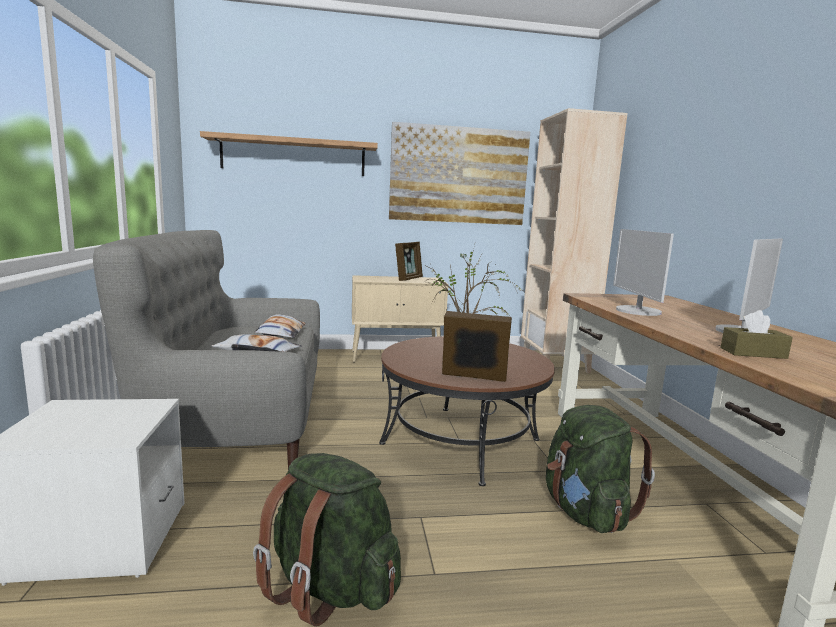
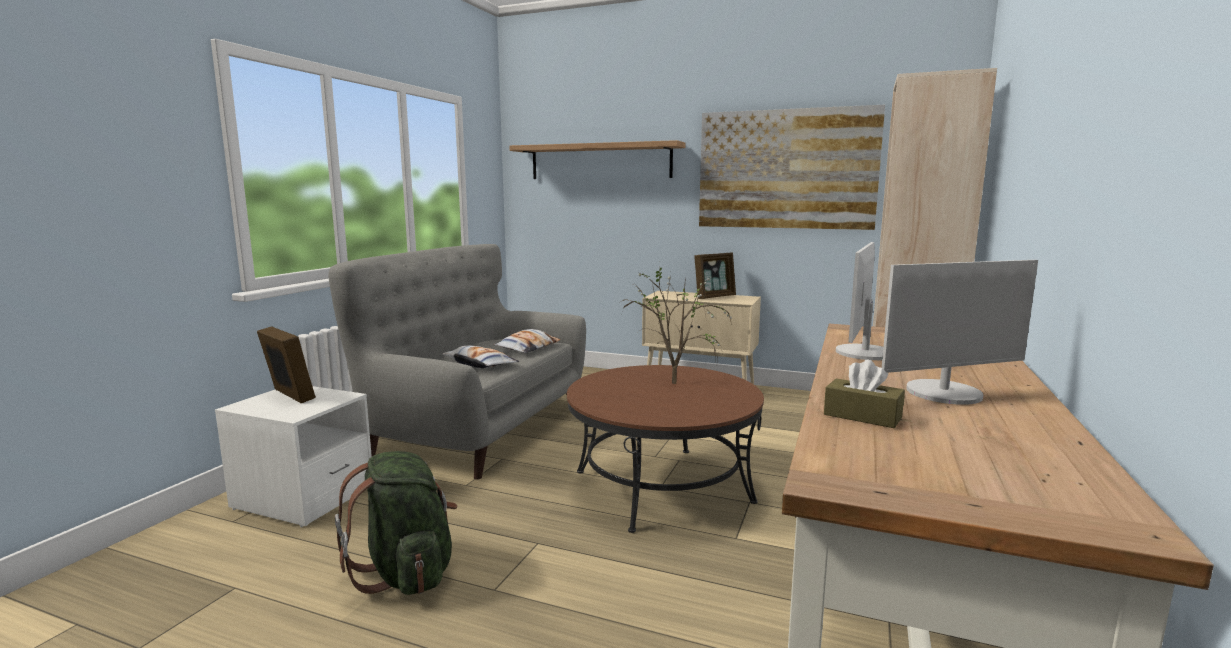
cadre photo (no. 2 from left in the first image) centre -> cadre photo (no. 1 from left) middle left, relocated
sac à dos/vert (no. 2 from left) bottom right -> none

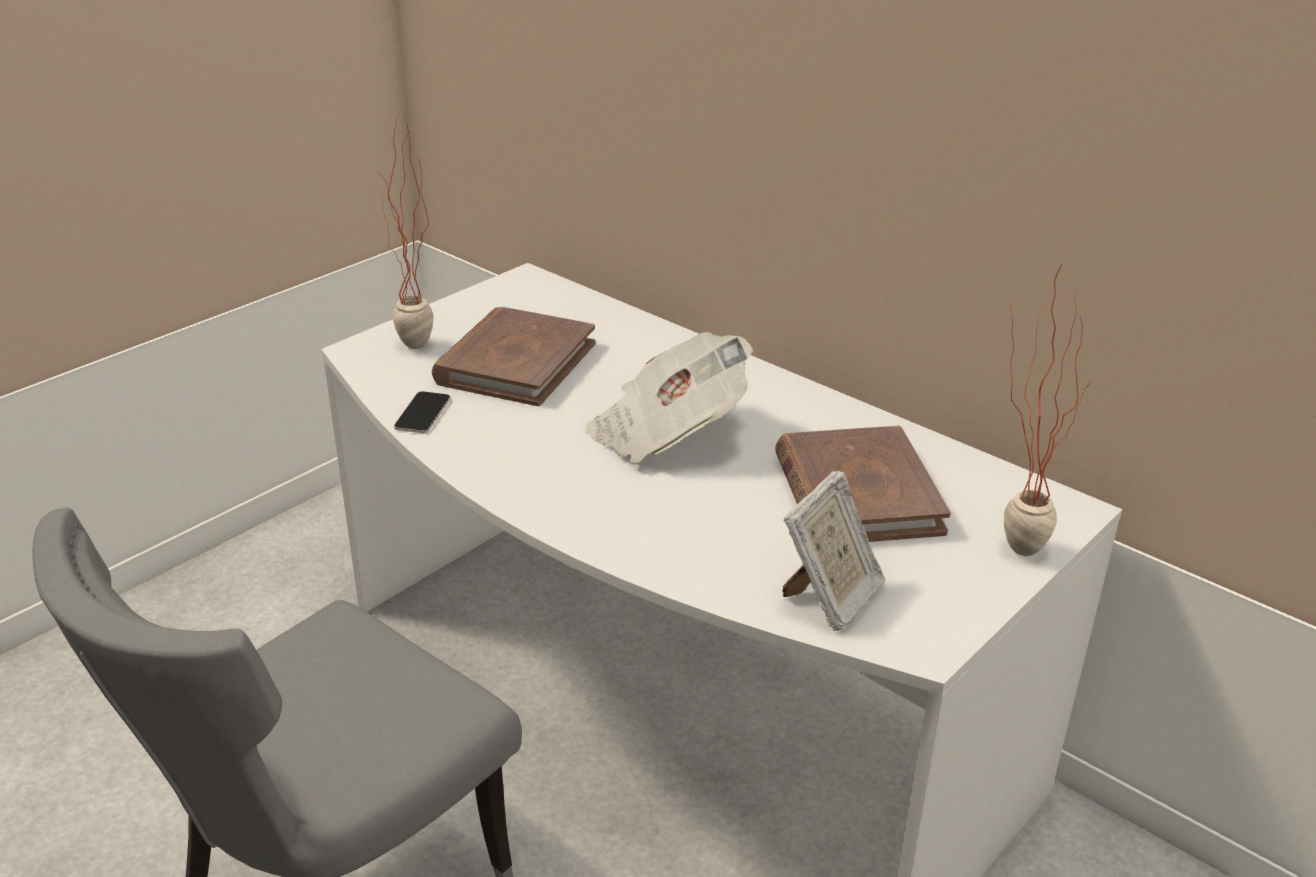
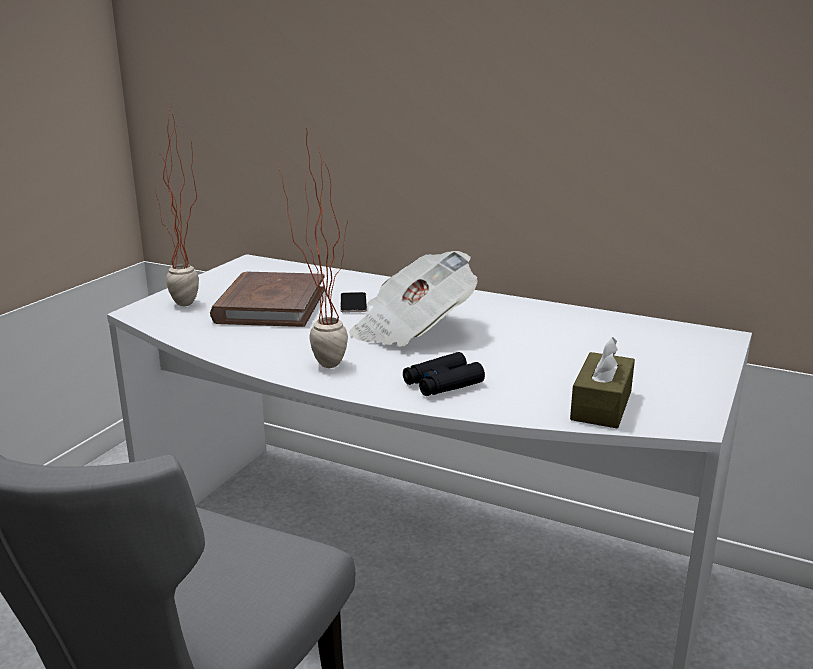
plante en pot (no. 2 from left) middle right -> plante en pot (no. 2 from left) centre, relocated
téléphone middle left -> téléphone centre, relocated
livre/marron (no. 2 from left) centre -> none
cadre photo centre -> boîte à mouchoirs/marron middle right
none -> jumelles/noir centre

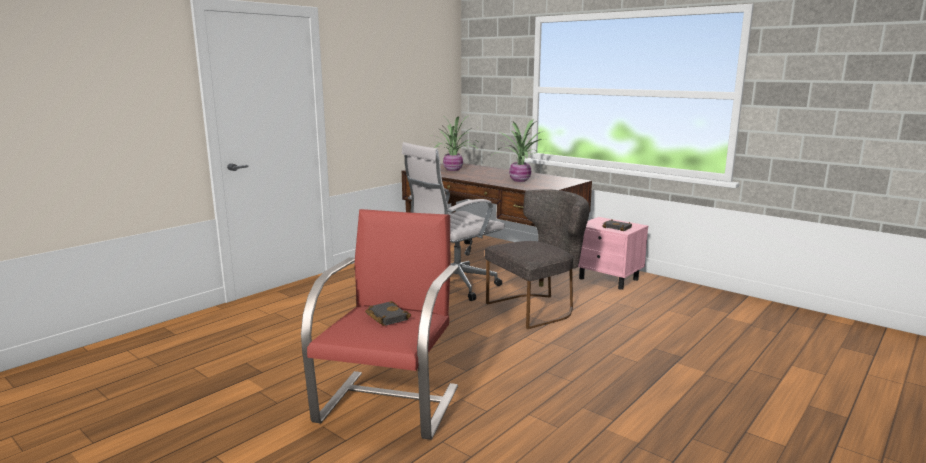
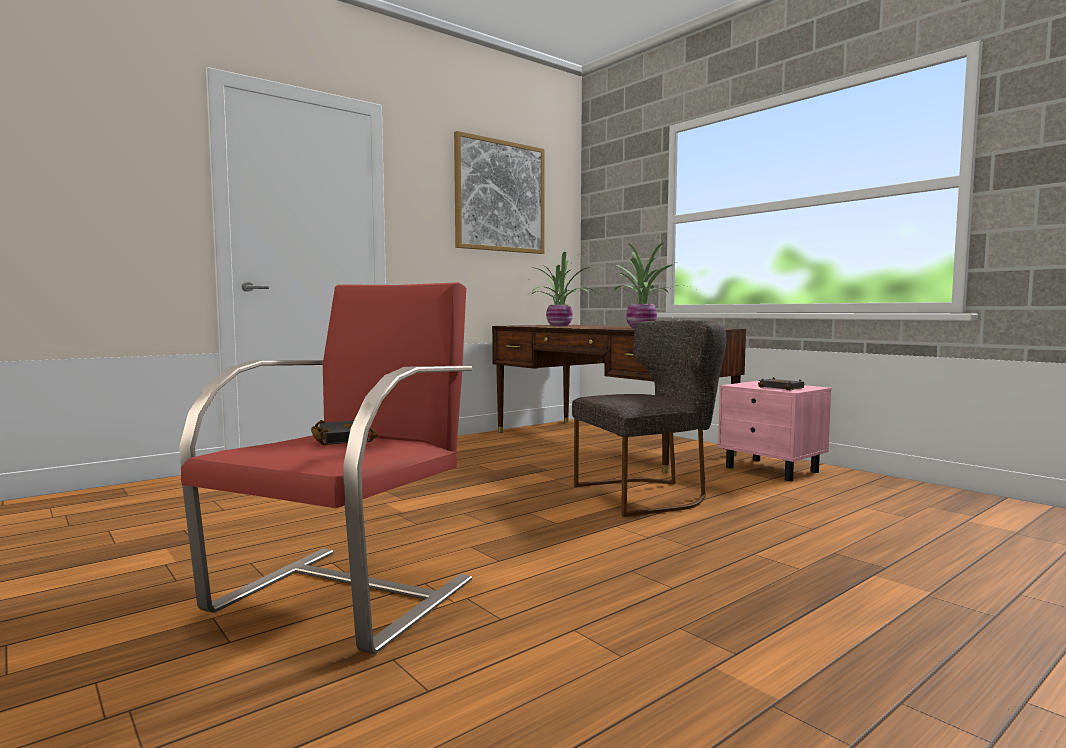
chaise de bureau/blanc centre -> none
none -> tableau top centre

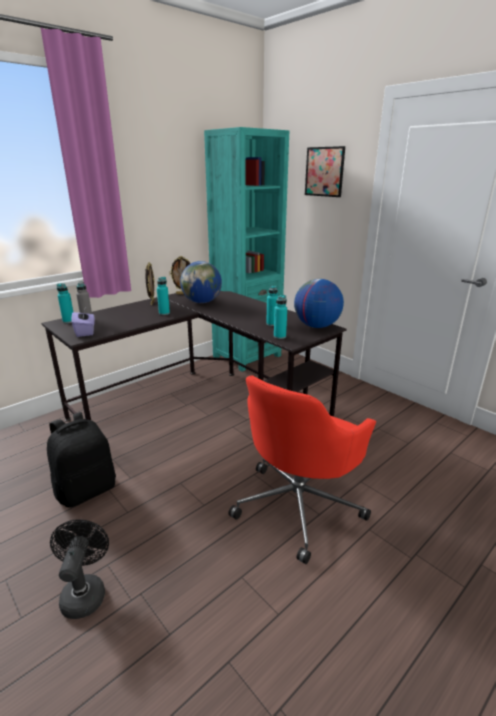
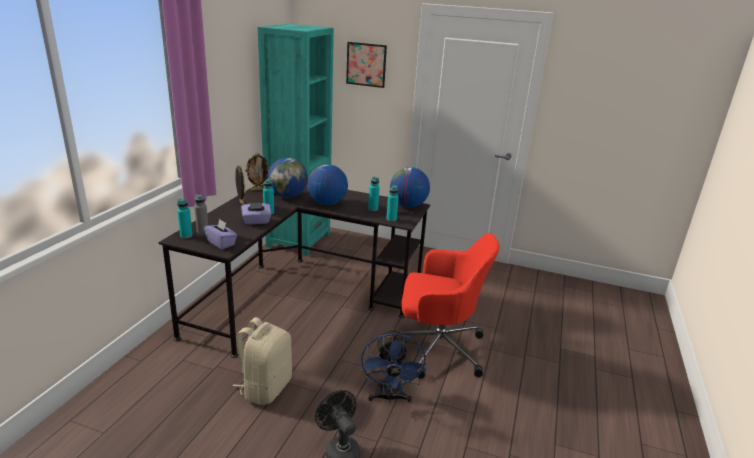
chaise de bureau/rouge centre -> chaise de bureau/rouge bottom centre, 90 degrees counterclockwise
sac à dos/noir middle left -> sac à dos/beige bottom centre
none -> globe (no. 2 from left) centre
none -> boîte à mouchoirs/violet (no. 2 from left) centre
none -> ventilateur/bleu bottom centre

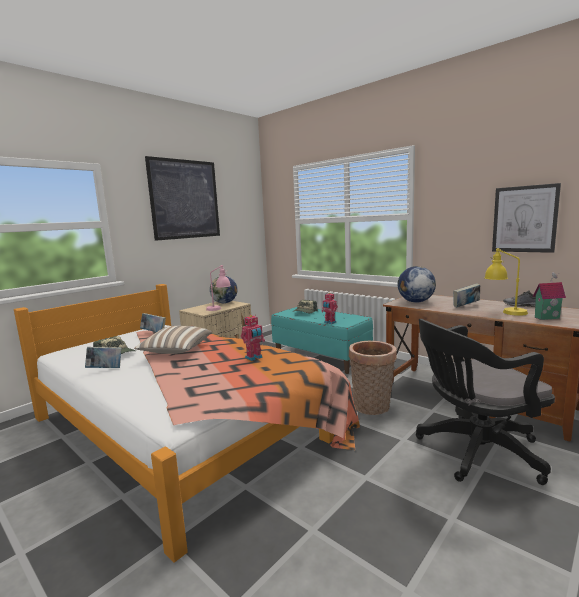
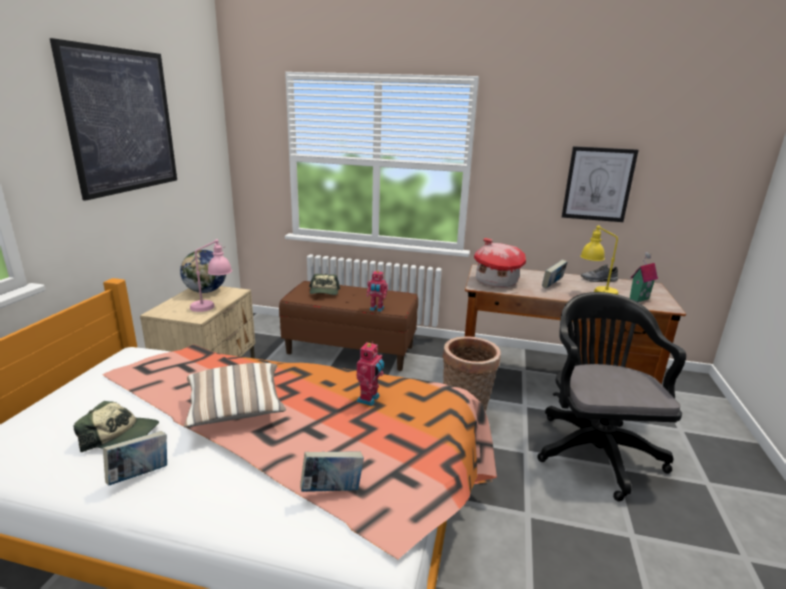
globe (no. 2 from left) middle right -> maison miniature (no. 1 from left) centre
banc/turquoise centre -> banc/marron centre
livre (no. 2 from left) middle left -> livre (no. 2 from left) bottom centre, relocated
chaise de bureau/noir bottom right, 135 degrees clockwise

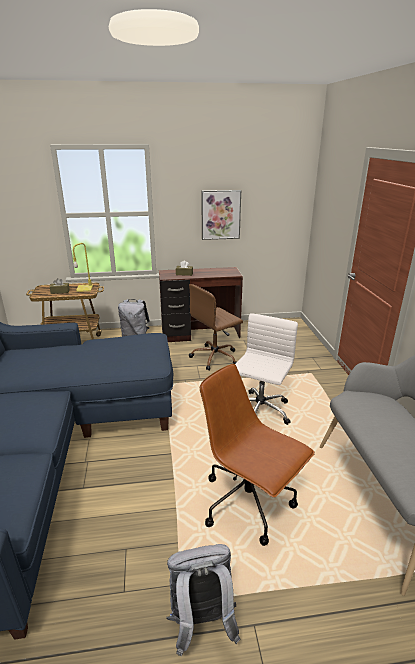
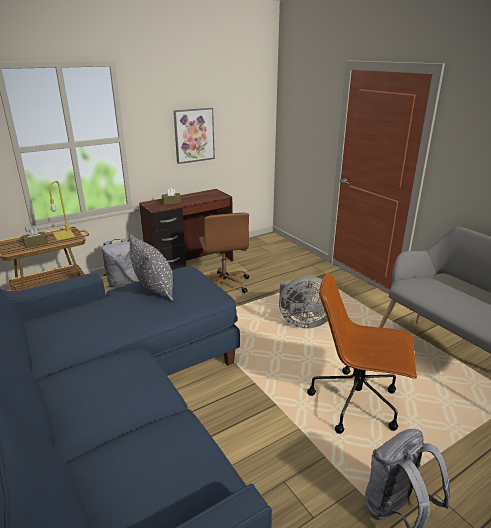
chaise de bureau/marron (no. 1 from left) centre, 45 degrees counterclockwise
chaise de bureau/blanc centre -> ventilateur/gris centre
none -> coussin/gris middle left

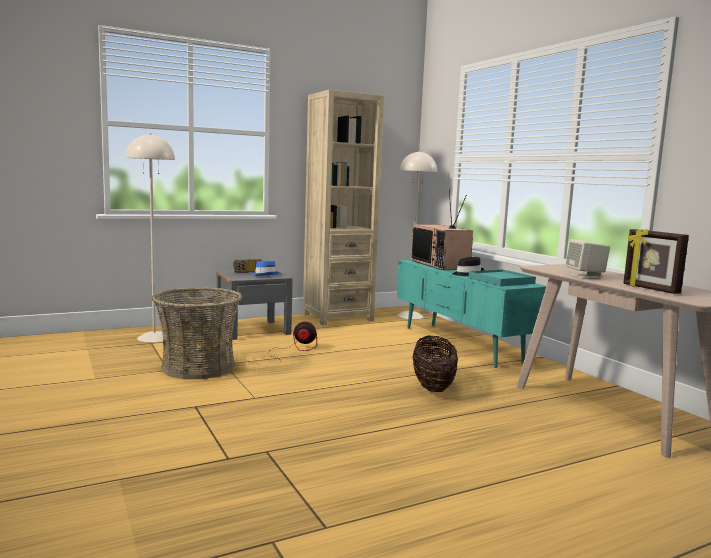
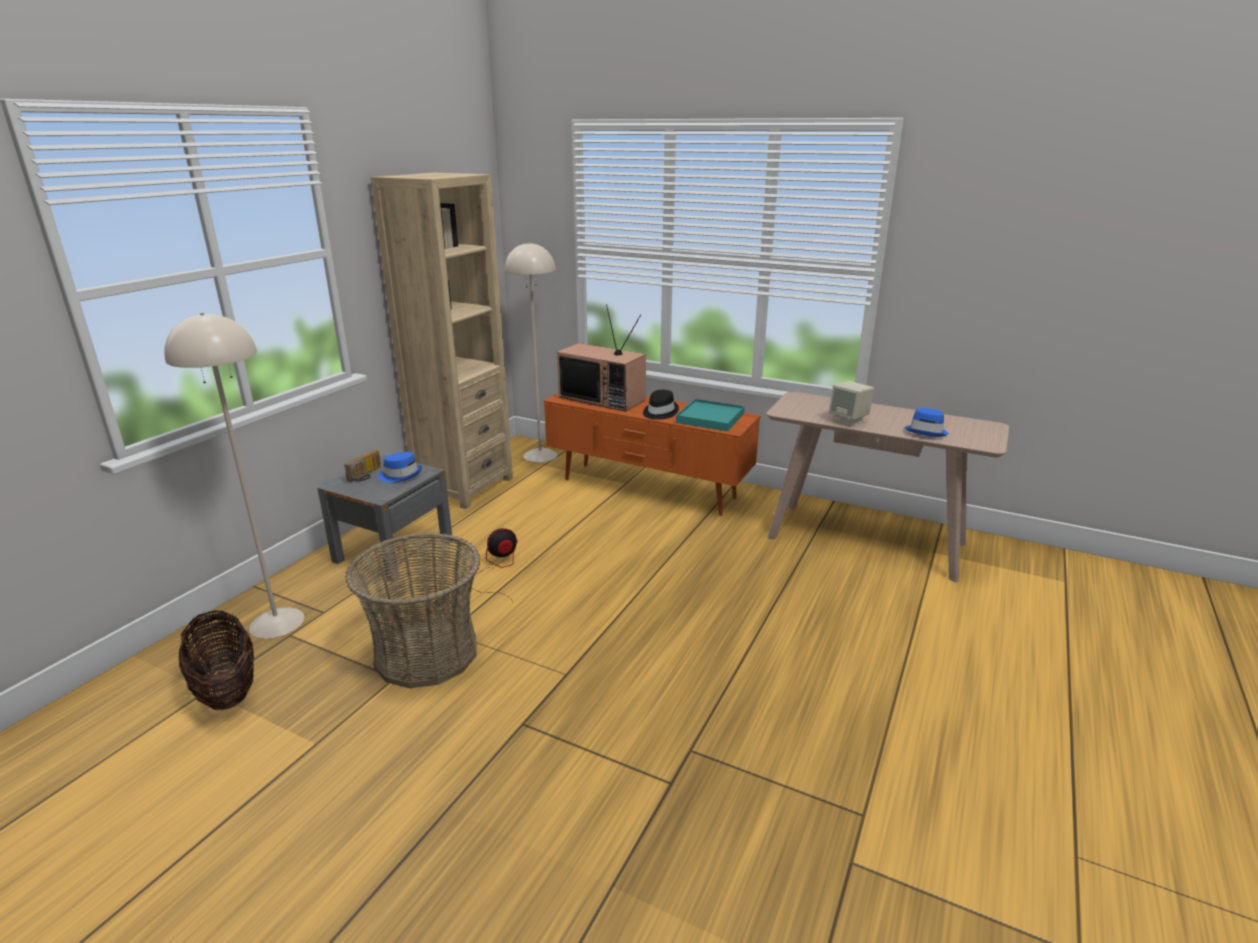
cadre photo middle right -> chapeau/bleu (no. 2 from left) middle right
meuble télé/turquoise centre -> meuble télé/orange centre
panier (no. 2 from left in the first image) centre -> panier (no. 1 from left) bottom left, relocated

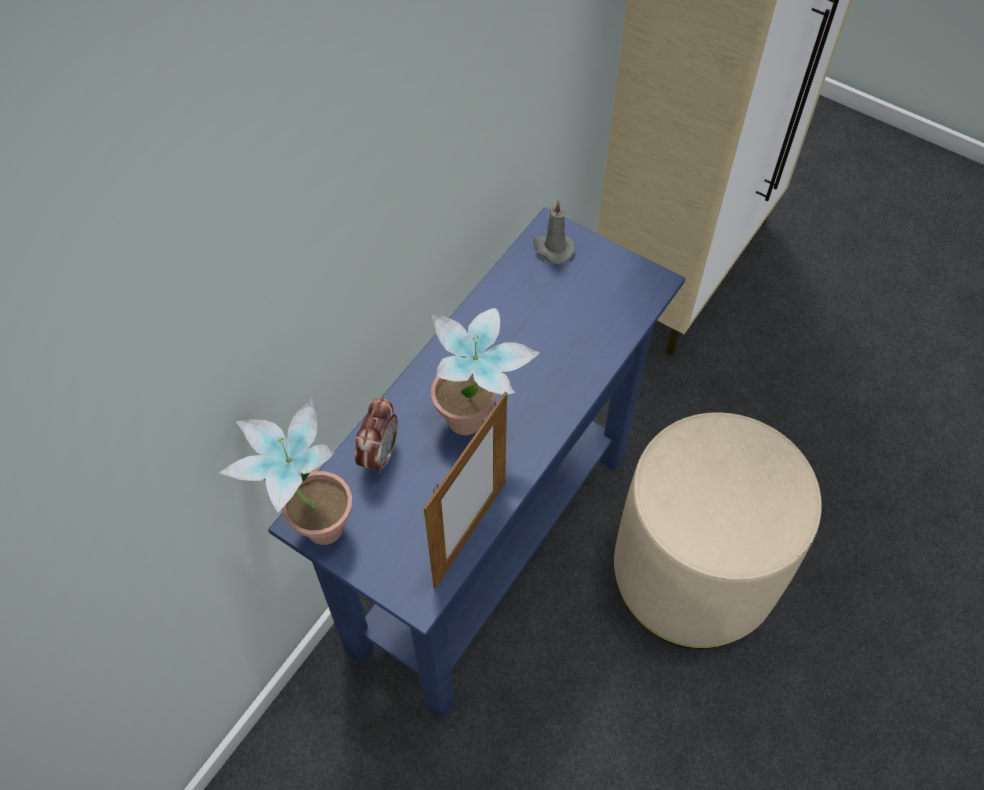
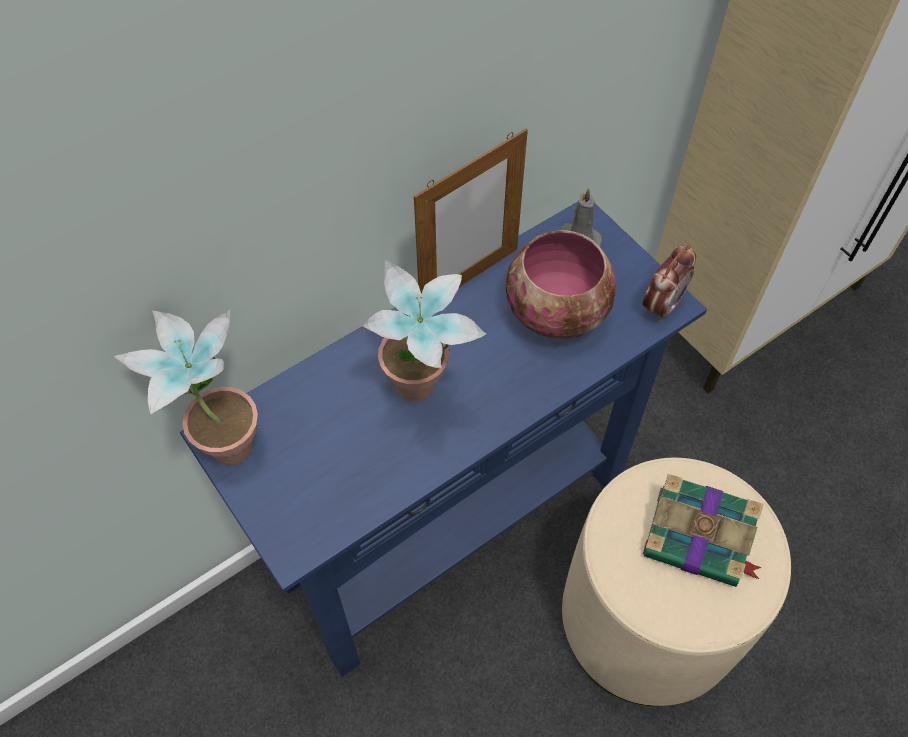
cadre photo centre -> cadre photo top centre, relocated
réveil centre -> réveil middle right, relocated
none -> bol centre
none -> livre bottom right

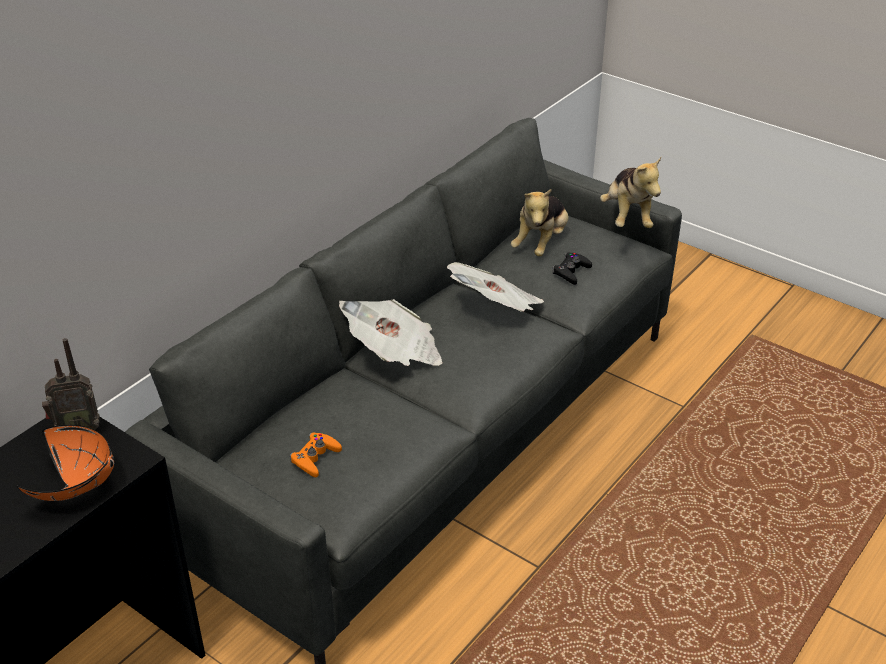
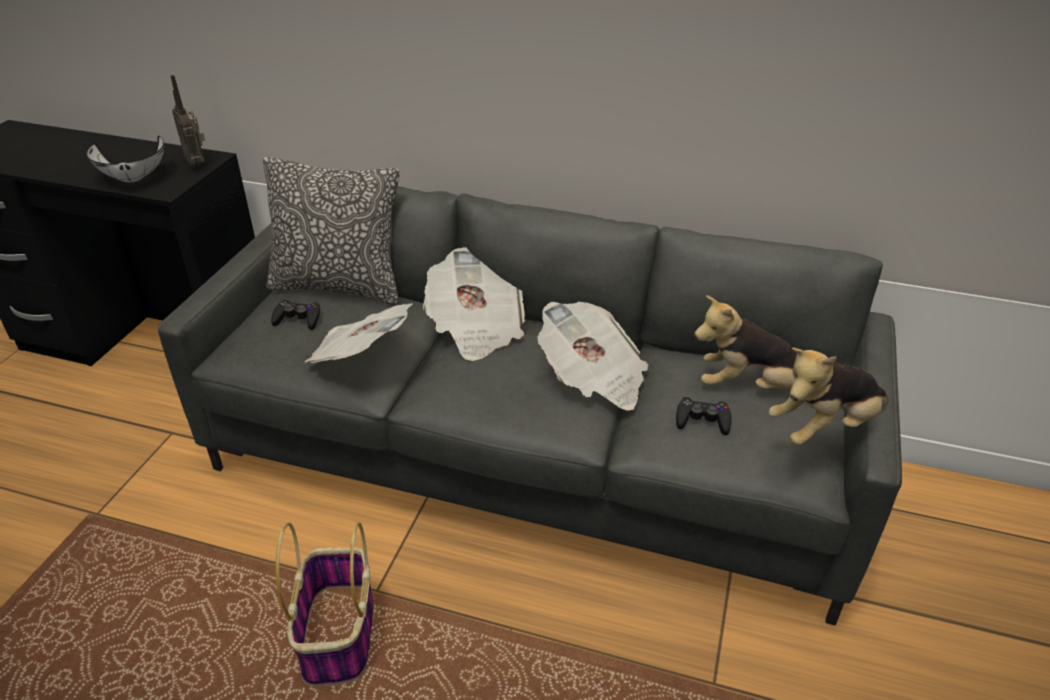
bol/orange bottom left -> bol/blanc top left
manette/orange bottom centre -> manette/noir (no. 1 from left) middle left
none -> coussin top left
none -> journal (no. 1 from left) centre
none -> panier bottom left

